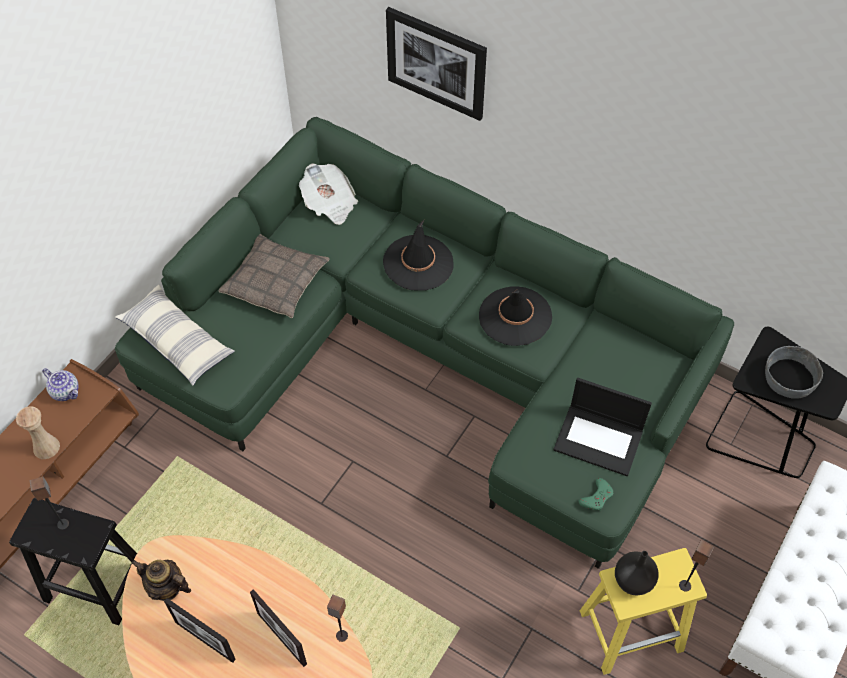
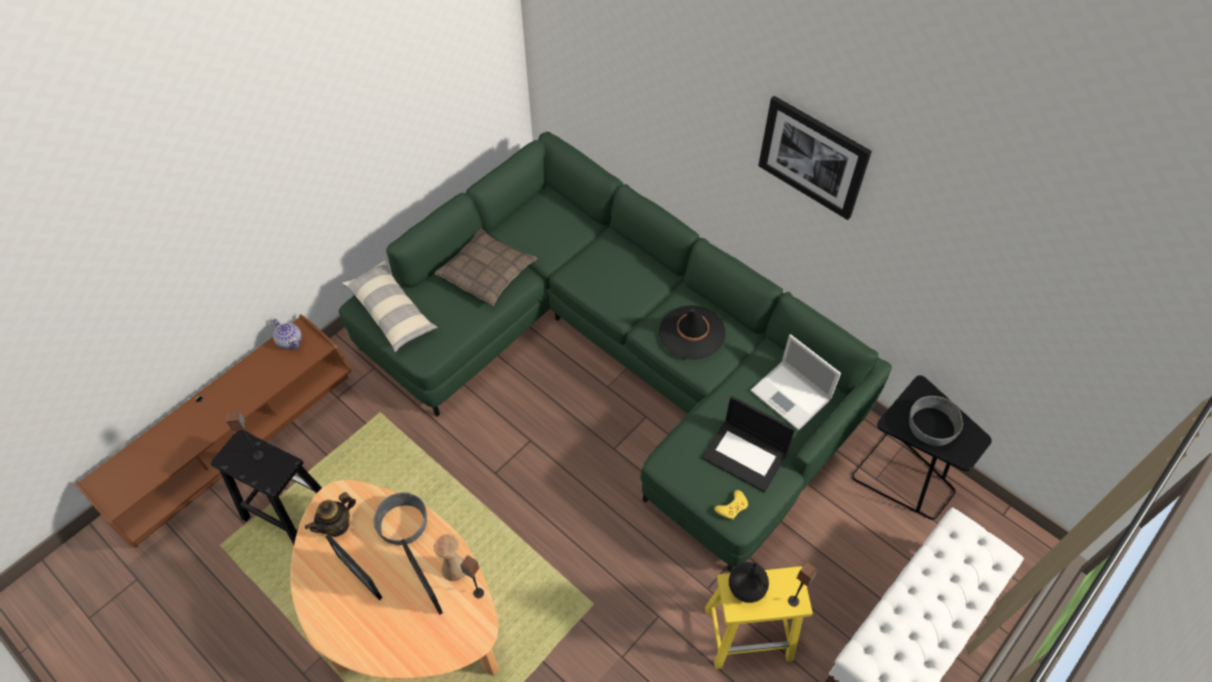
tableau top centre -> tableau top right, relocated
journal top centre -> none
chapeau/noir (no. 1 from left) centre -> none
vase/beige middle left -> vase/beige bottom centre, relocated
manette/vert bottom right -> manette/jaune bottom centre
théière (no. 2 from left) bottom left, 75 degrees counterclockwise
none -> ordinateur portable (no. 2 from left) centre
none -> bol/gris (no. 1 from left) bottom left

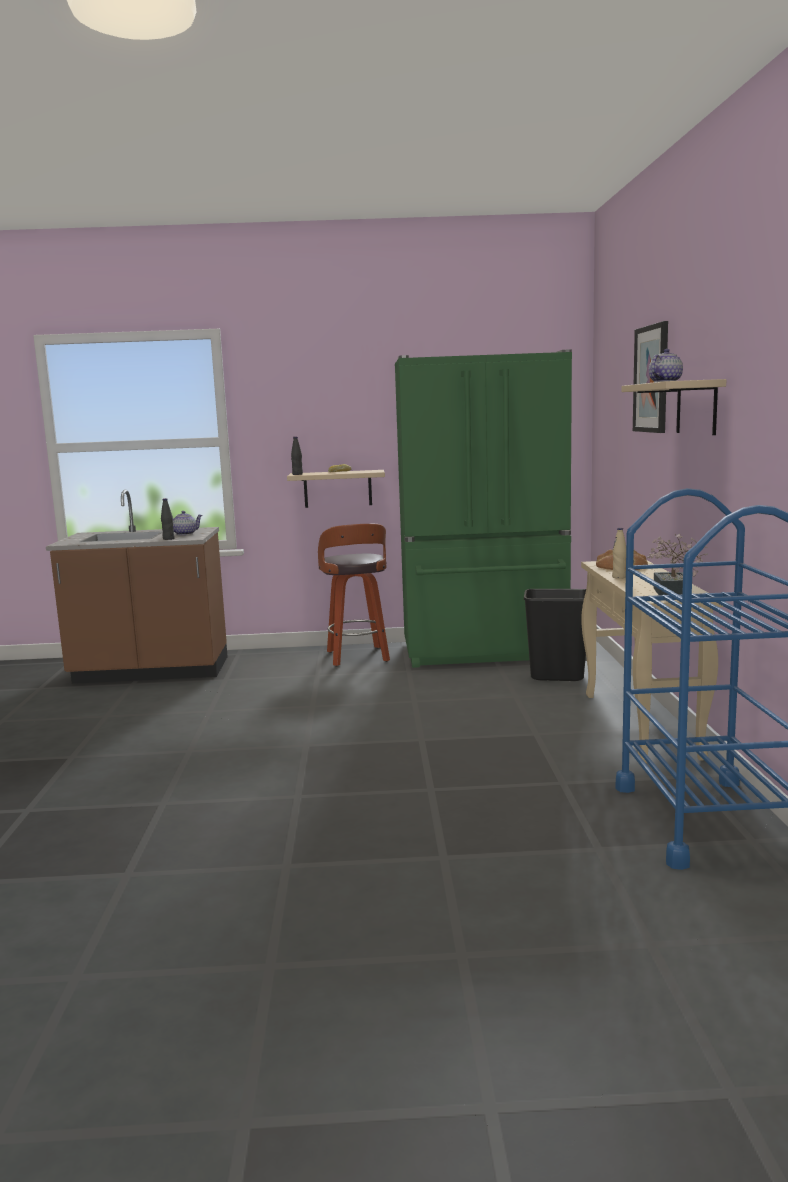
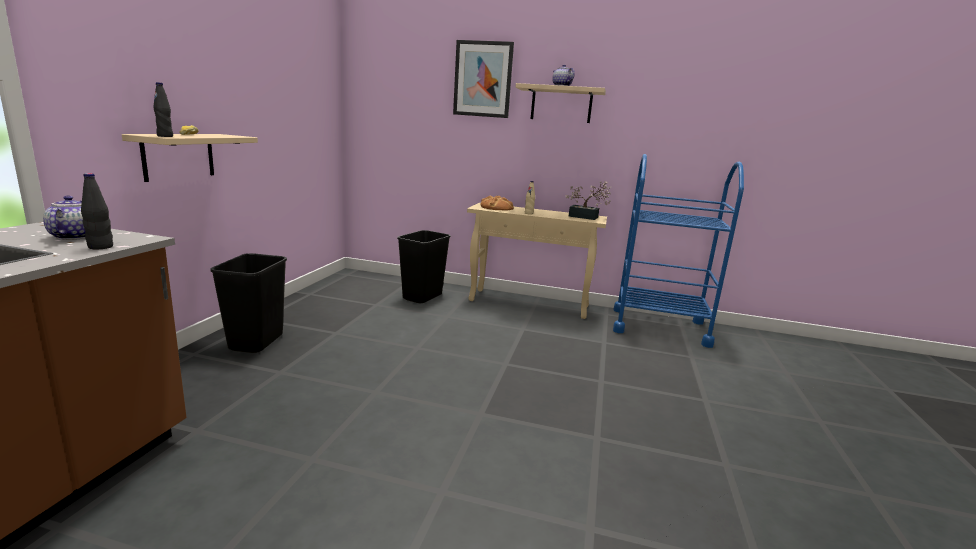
réfrigérateur/vert centre -> none
tabouret centre -> poubelle/noir (no. 1 from left) middle left

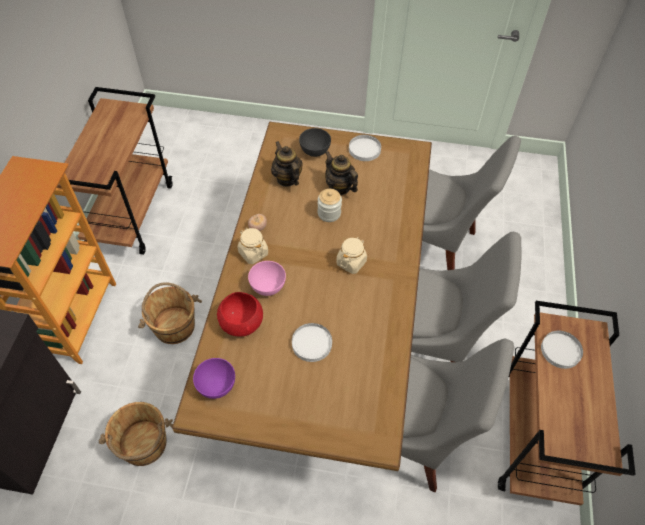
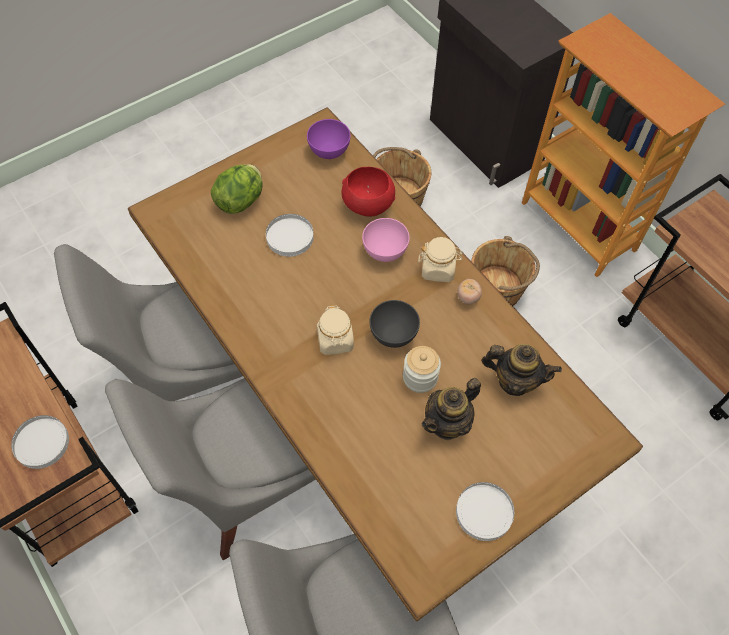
bol/gris top centre -> bol/gris centre, relocated
théière (no. 2 from left in the first image) top centre -> théière (no. 1 from left) centre, 135 degrees clockwise
none -> laitue top left

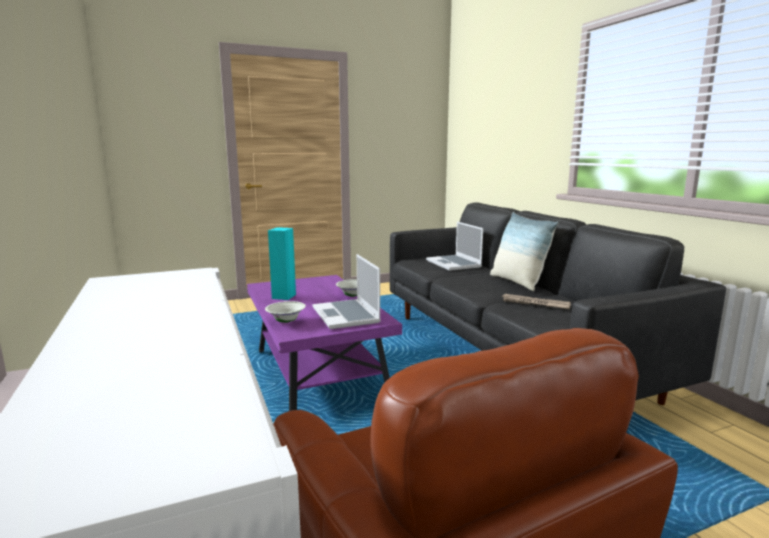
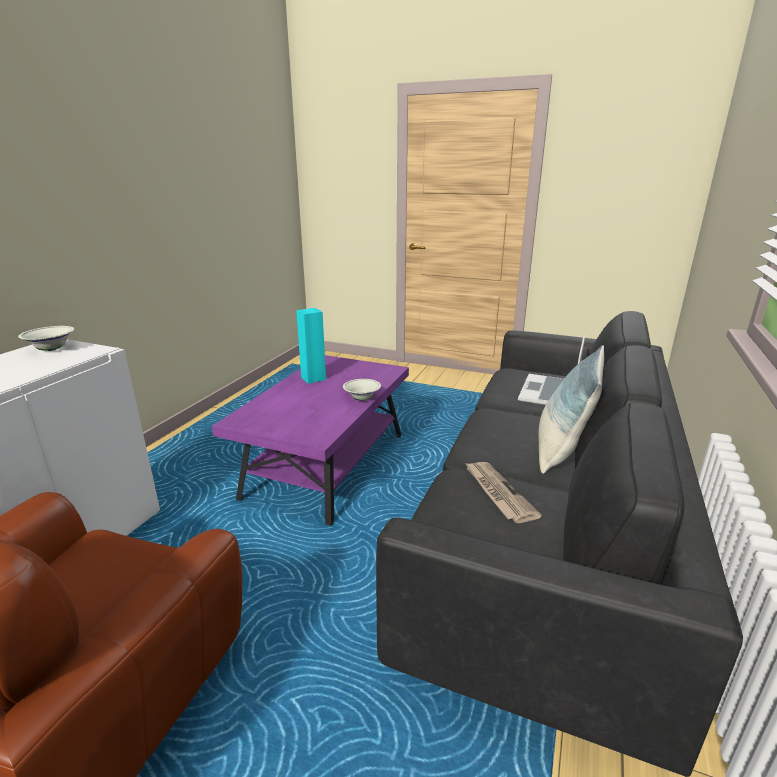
ordinateur portable (no. 1 from left) centre -> none
bol/blanc (no. 1 from left) centre -> bol/blanc (no. 1 from left) middle left, relocated

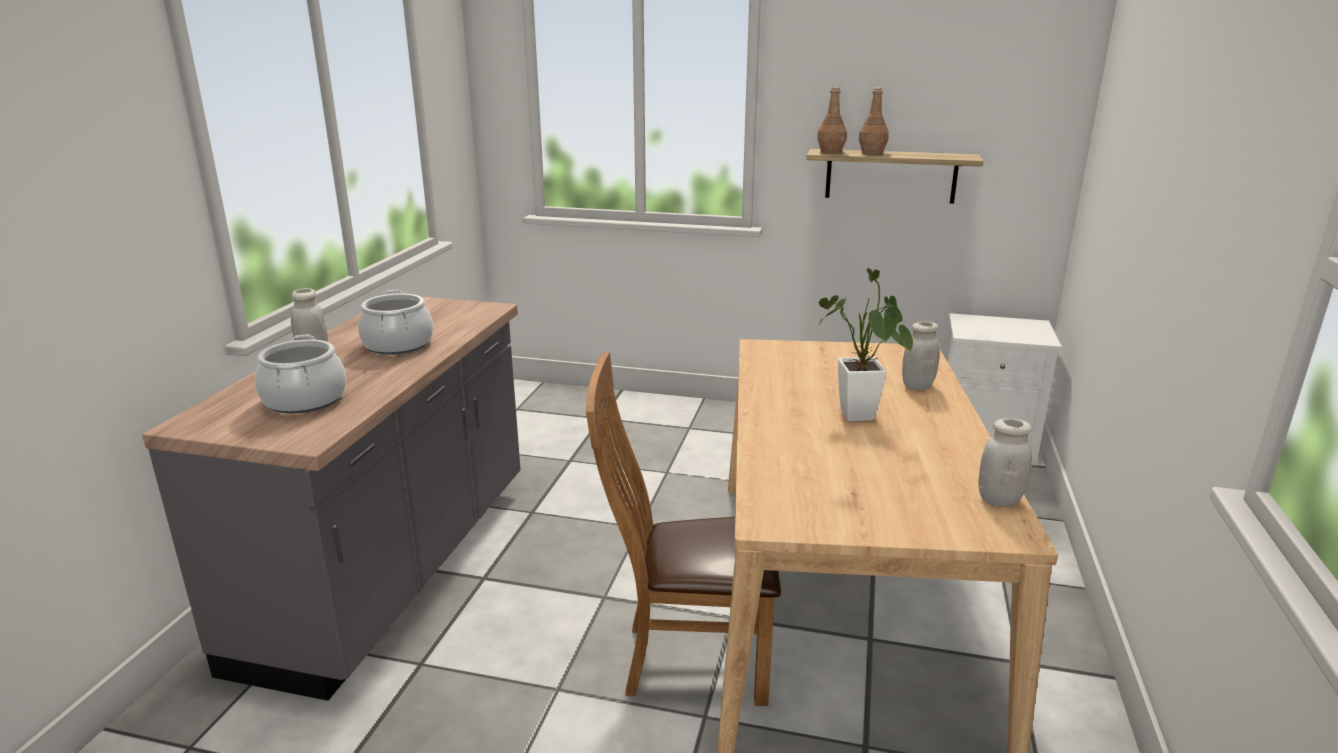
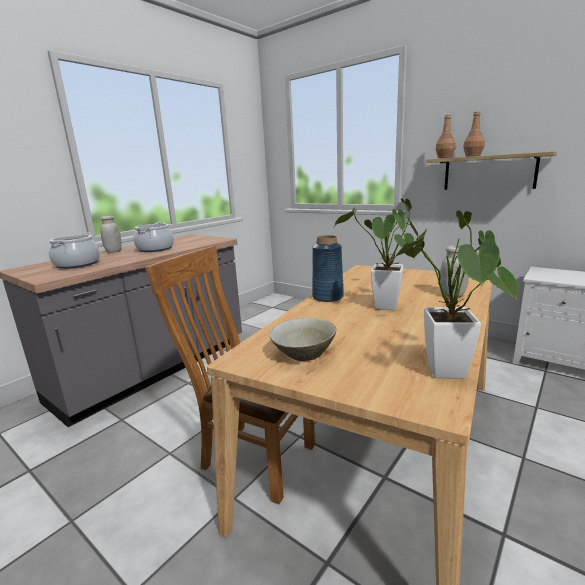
bocal/blanc (no. 3 from left) middle right -> plante en pot (no. 2 from left) middle right
none -> vase/bleu centre
none -> bol/beige centre

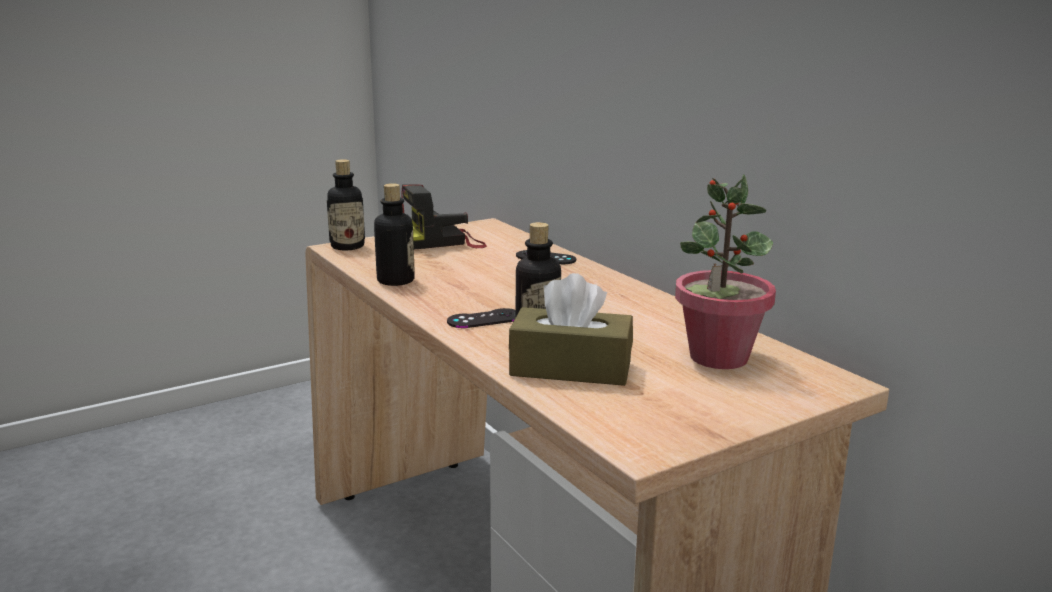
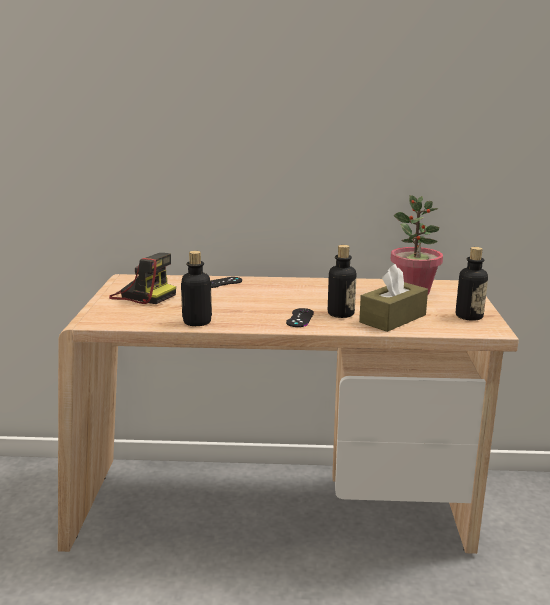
bouteille (no. 1 from left in the first image) middle left -> bouteille (no. 3 from left) middle right, relocated
appareil photo centre -> appareil photo middle left, 75 degrees counterclockwise

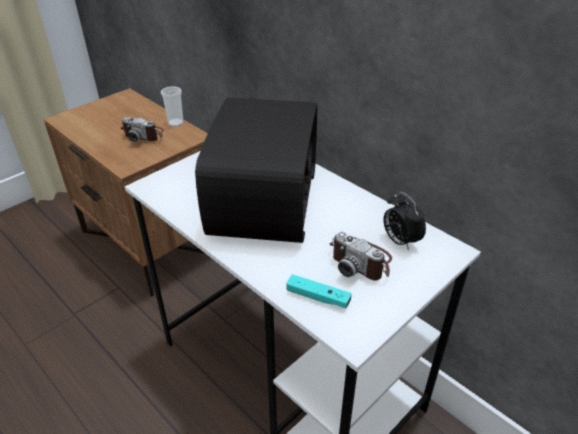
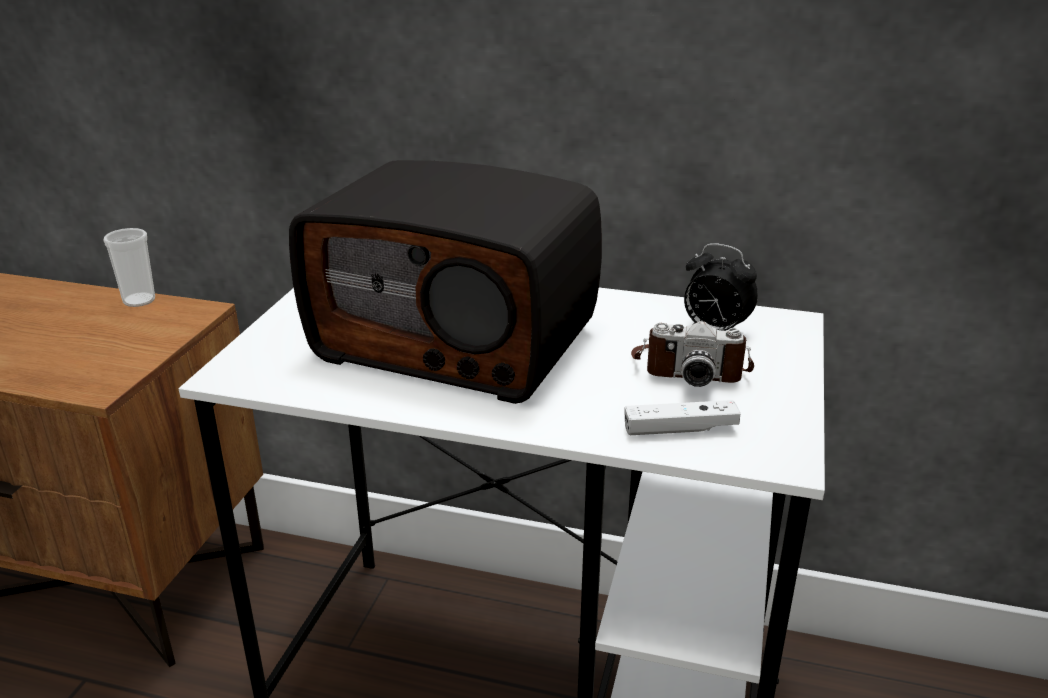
radio centre, 135 degrees clockwise
appareil photo (no. 1 from left) top left -> none
manette/turquoise bottom centre -> manette/blanc centre

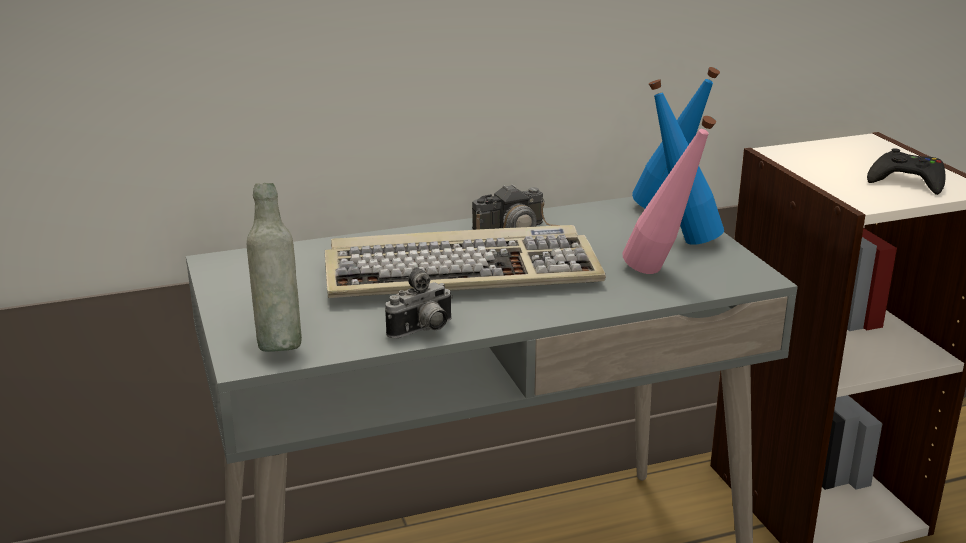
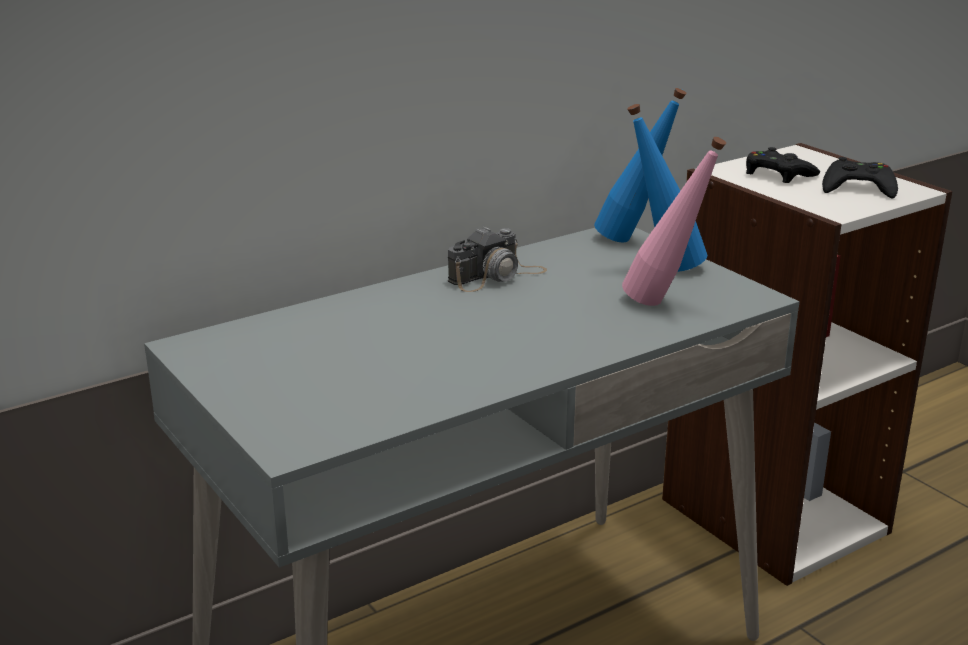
bouteille/gris middle left -> none
clavier centre -> none
appareil photo (no. 1 from left) centre -> none
none -> manette/noir (no. 1 from left) top right

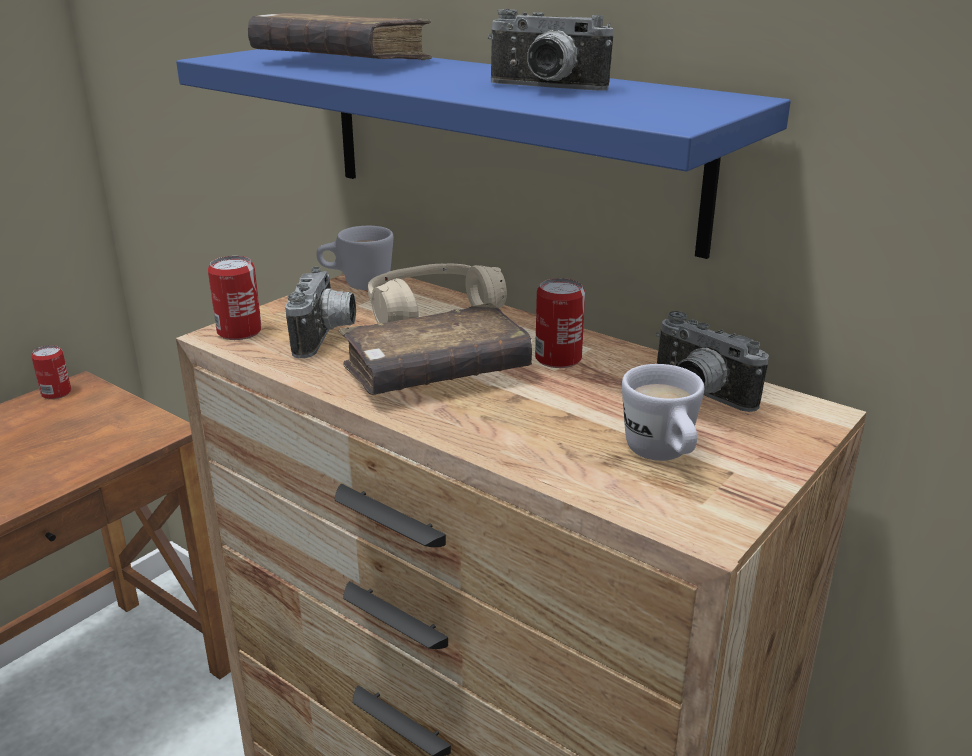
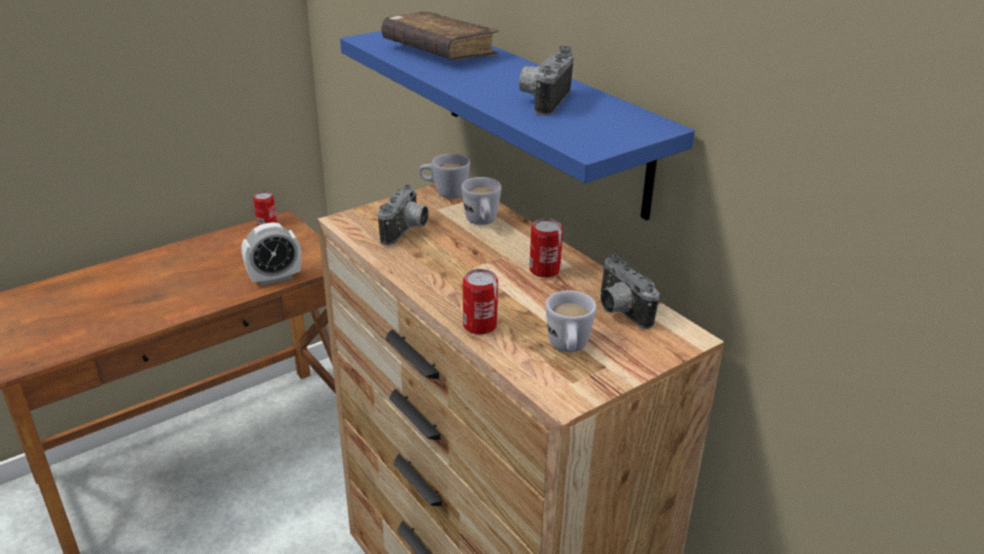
appareil photo (no. 2 from left) top centre, 75 degrees clockwise
boîte métallique (no. 2 from left) middle left -> boîte métallique (no. 2 from left) centre, relocated
casque audio/beige centre -> mug/blanc (no. 2 from left) centre
livre/marron (no. 2 from left) centre -> none
none -> réveil middle left

